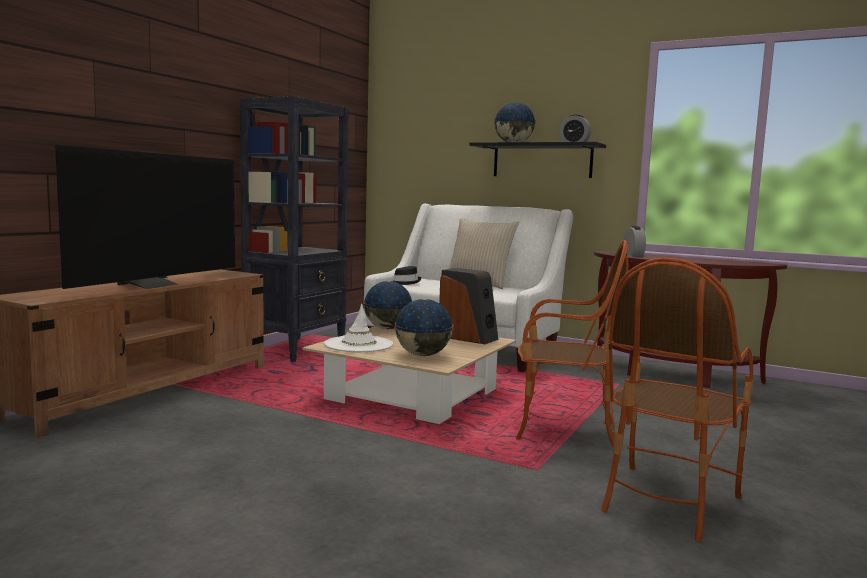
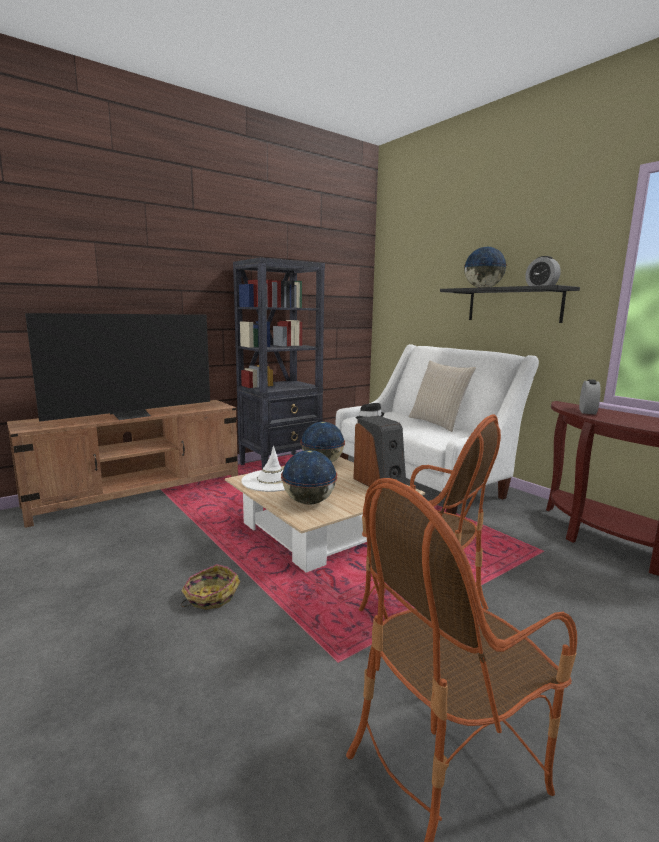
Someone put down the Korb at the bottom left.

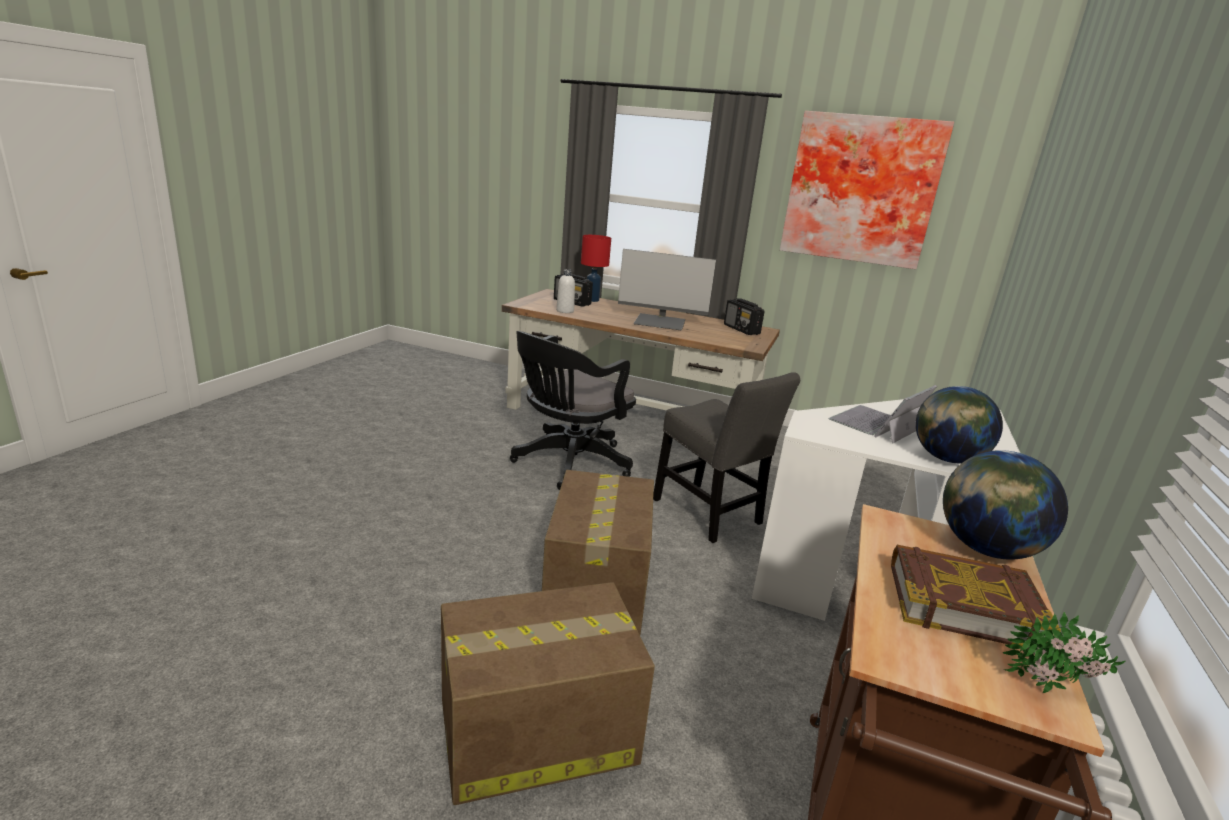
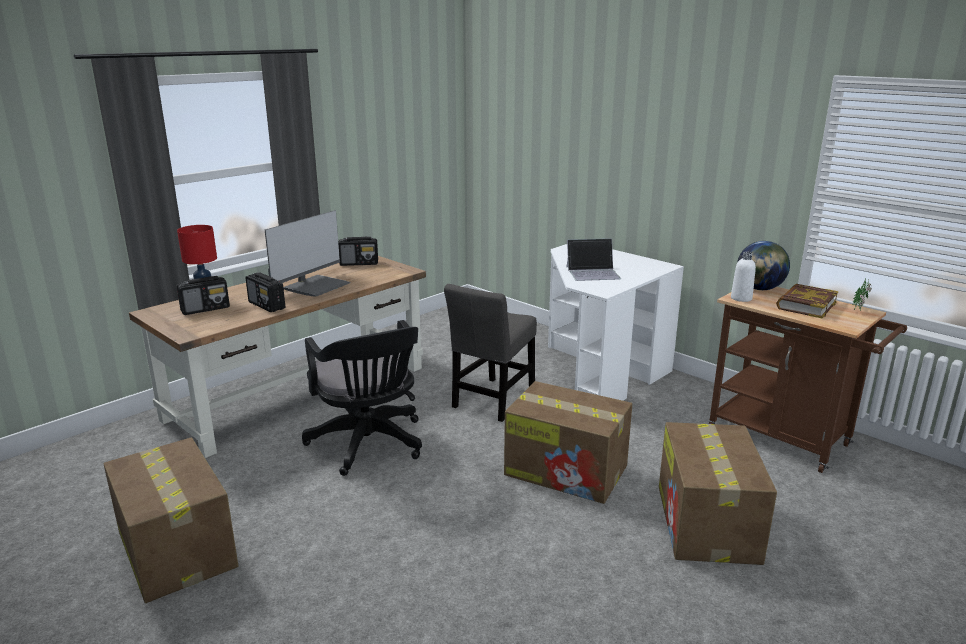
Someone took away the Bild at the top right.
Someone carried the Flasche (weiß) from the centre to the middle right.
Someone rotated the Stuhl (grau) at the centre by 135 degrees clockwise.
Someone rotated the Laptop at the middle right by 75 degrees counterclockwise.
Someone took away the Globus (1st from left) at the middle right.
Someone put down the Radio (2nd from left) at the middle left.
Someone put down the Karton (1st from left) at the bottom left.

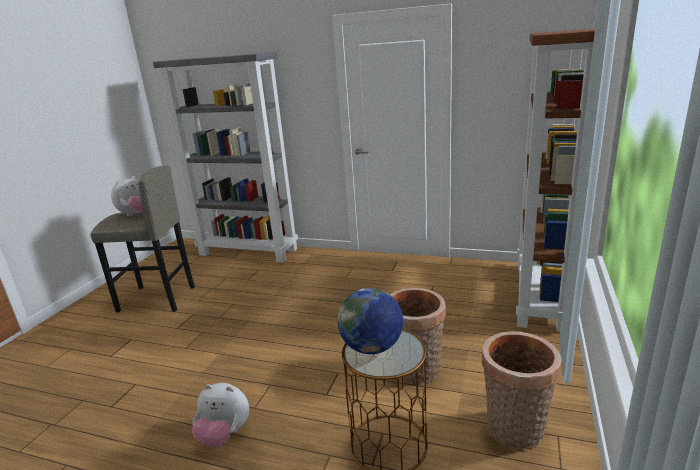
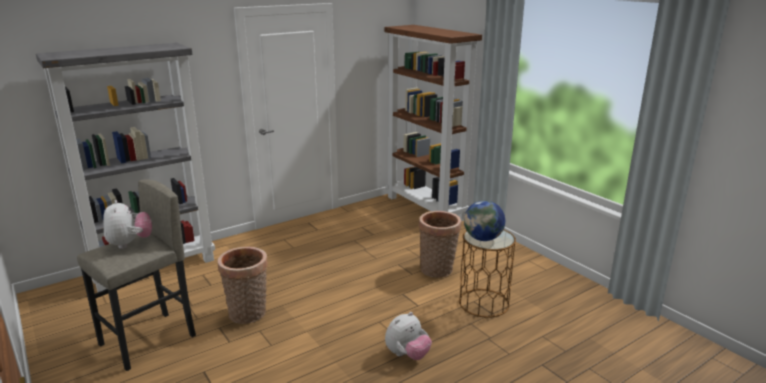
Someone carried the Korb (2nd from left in the first image) from the bottom right to the bottom left.

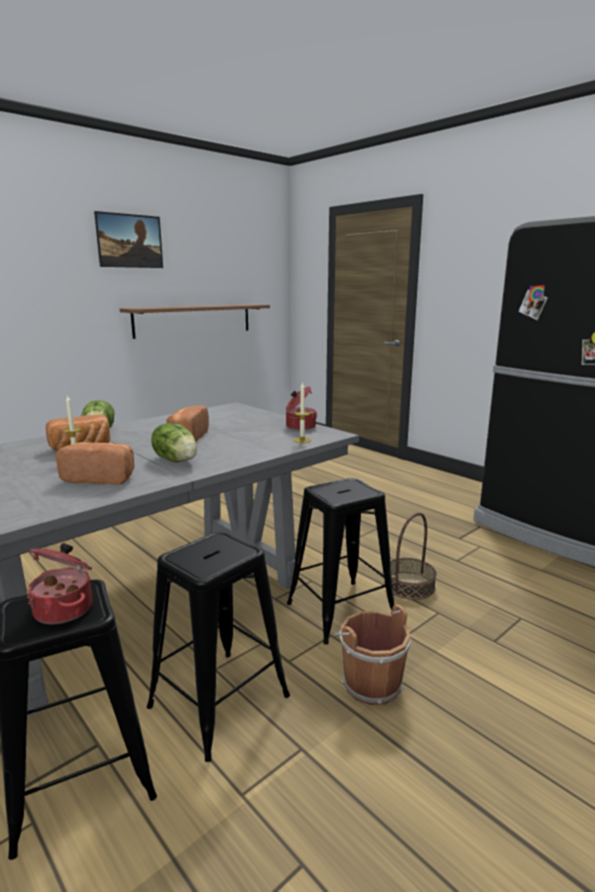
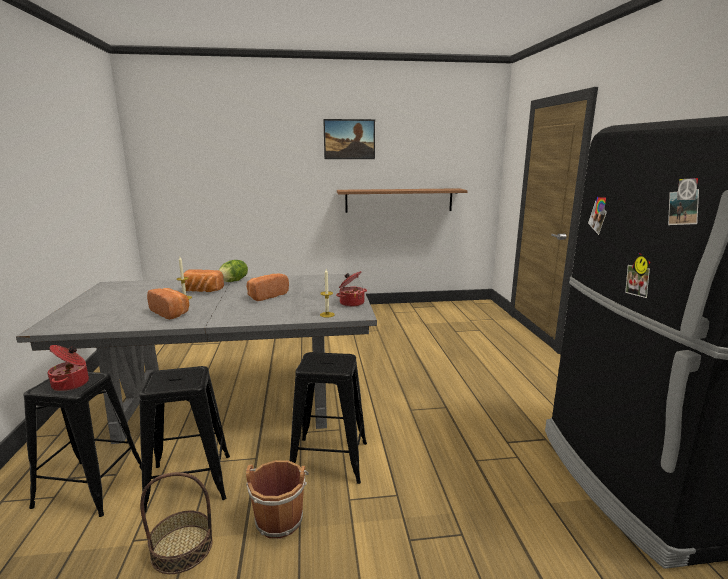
Someone took away the Salatkopf (2nd from left) at the middle left.
Someone carried the Korb from the middle right to the bottom left.

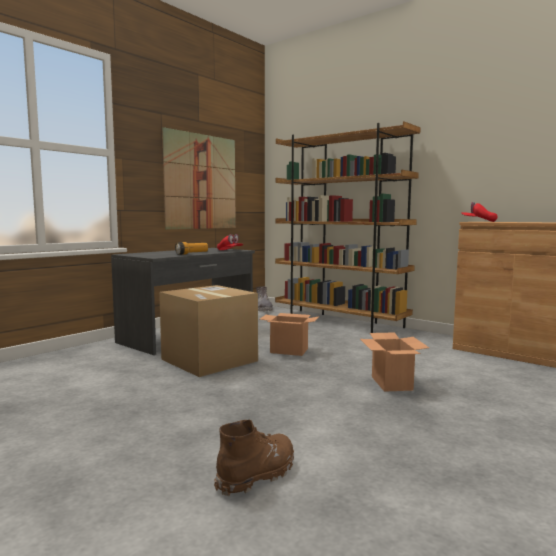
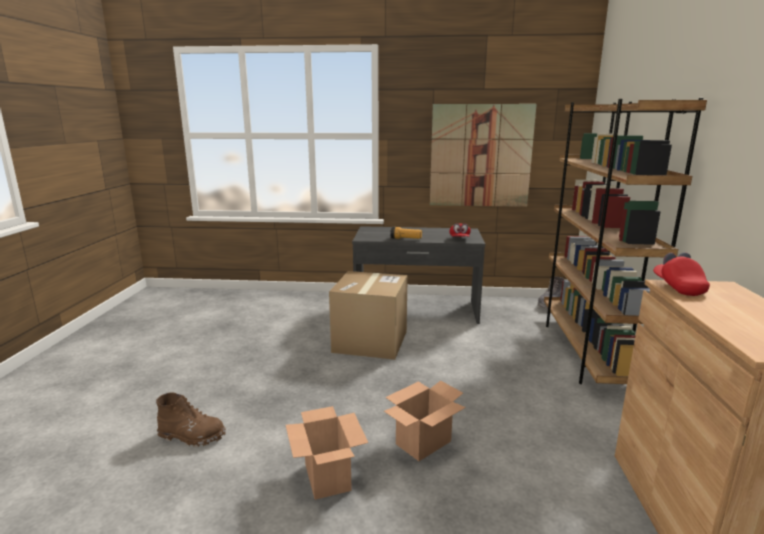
Someone carried the Karton (2nd from left in the first image) from the centre to the bottom centre.

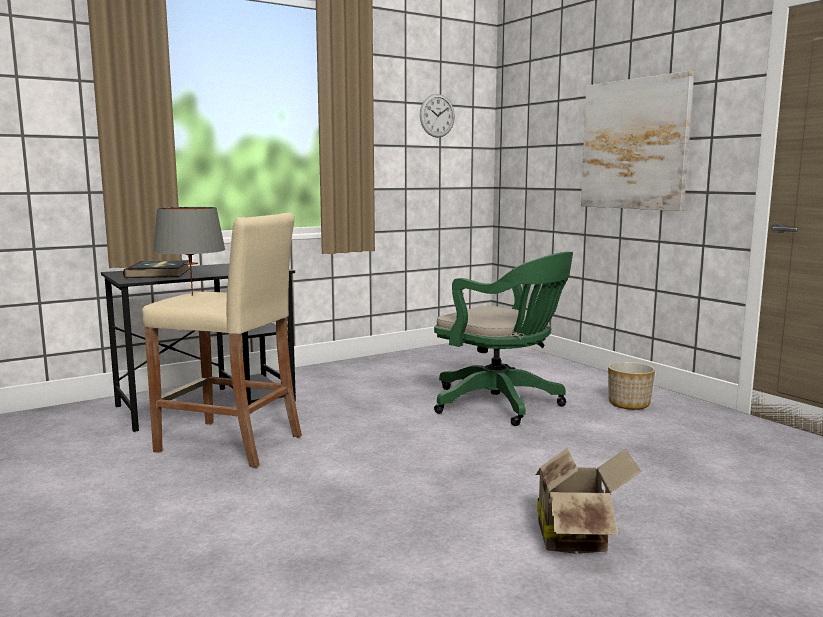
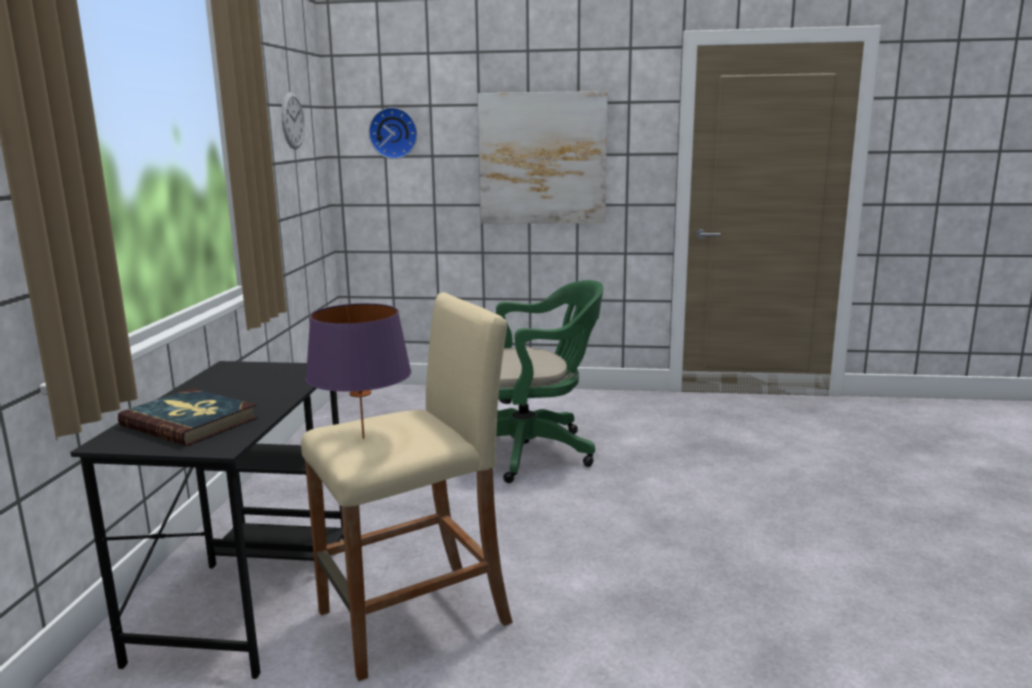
Someone repainted the Tischlampe (grau) at the middle left, which became the Tischlampe (lila) at the centre.
Someone took away the Pflanzkübel at the middle right.
Someone took away the Karton at the bottom right.
Someone put up the Wanduhr (2nd from left) at the top centre.

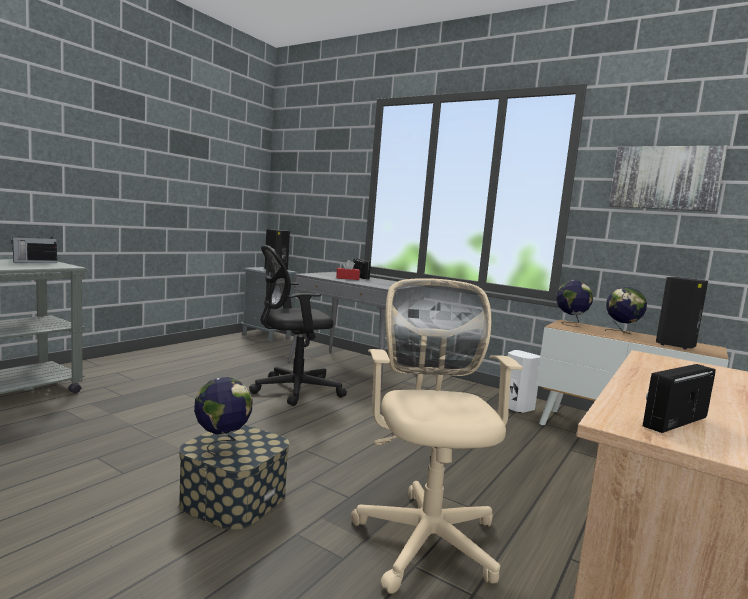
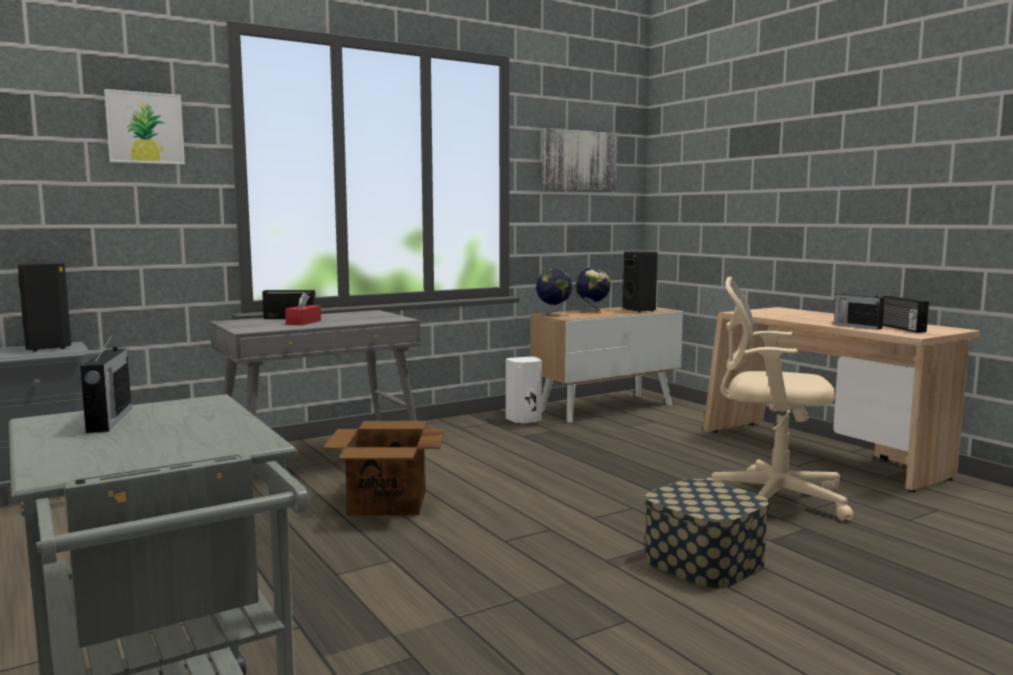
Someone swapped the Bürostuhl (schwarz) at the centre for the Karton at the bottom centre.
Someone took away the Globus (1st from left) at the bottom left.
Someone put up the Bild (1st from left) at the top left.
Someone put down the Radio (3rd from left) at the middle right.

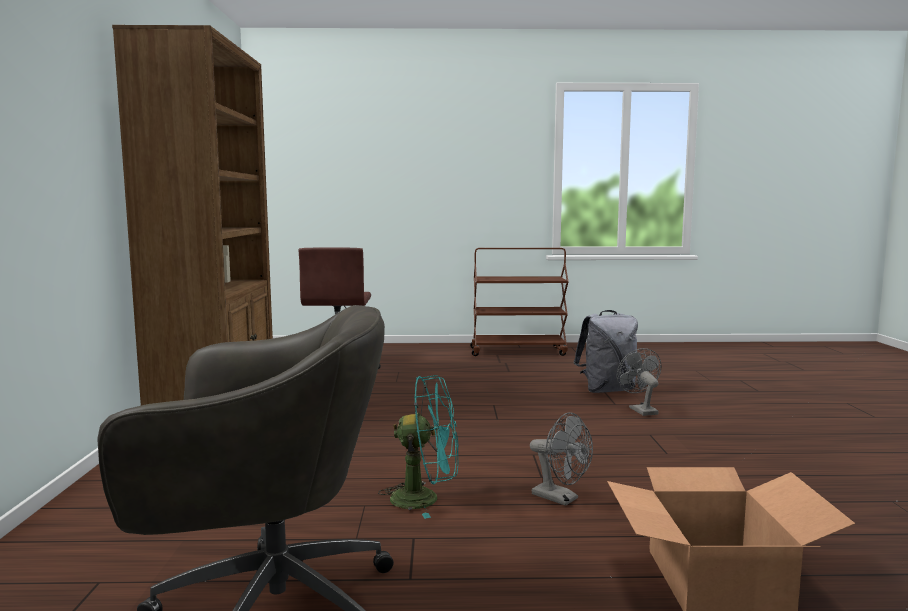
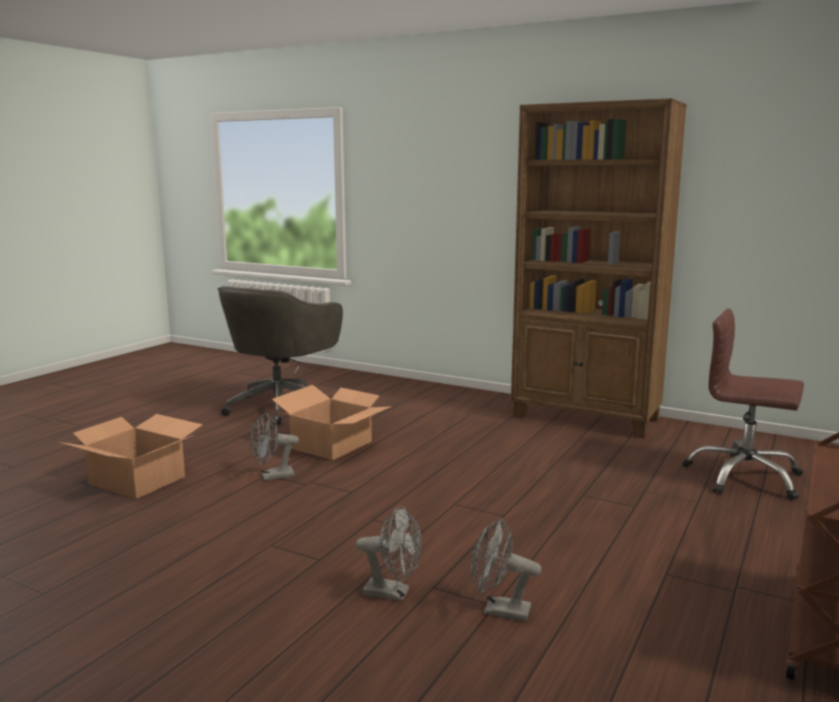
Someone swapped the Rucksack (grau) at the middle right for the Ventilator (grau) (3rd from left) at the bottom centre.
Someone swapped the Ventilator (türkis) at the bottom centre for the Karton (2nd from left) at the centre.

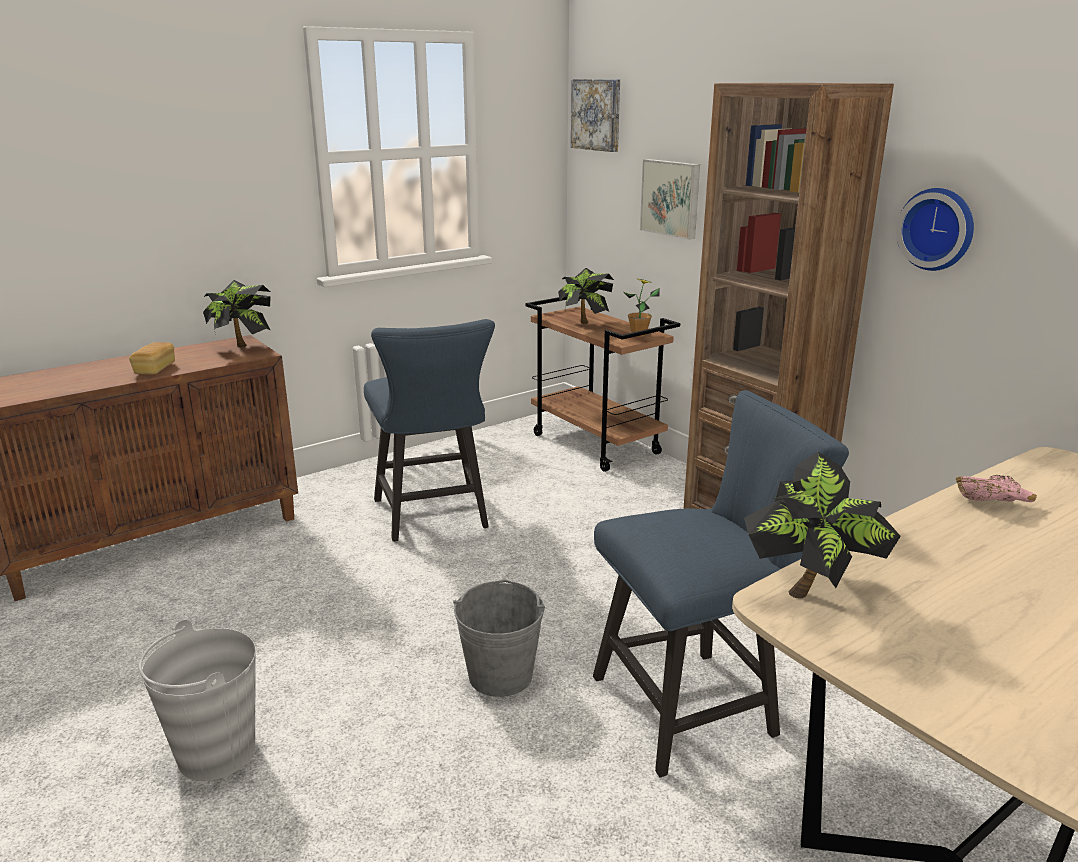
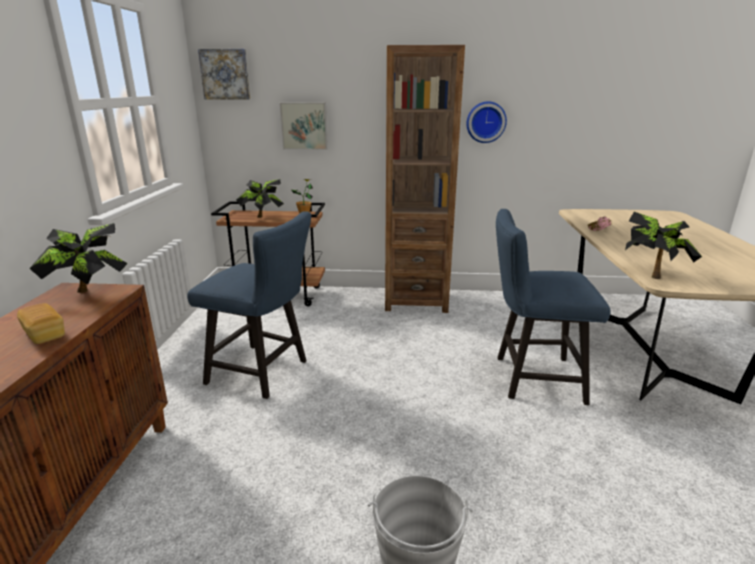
Someone rotated the Stuhl (blau) (2nd from left) at the bottom right by 105 degrees counterclockwise.
Someone took away the Eimer (grau) (2nd from left) at the bottom centre.

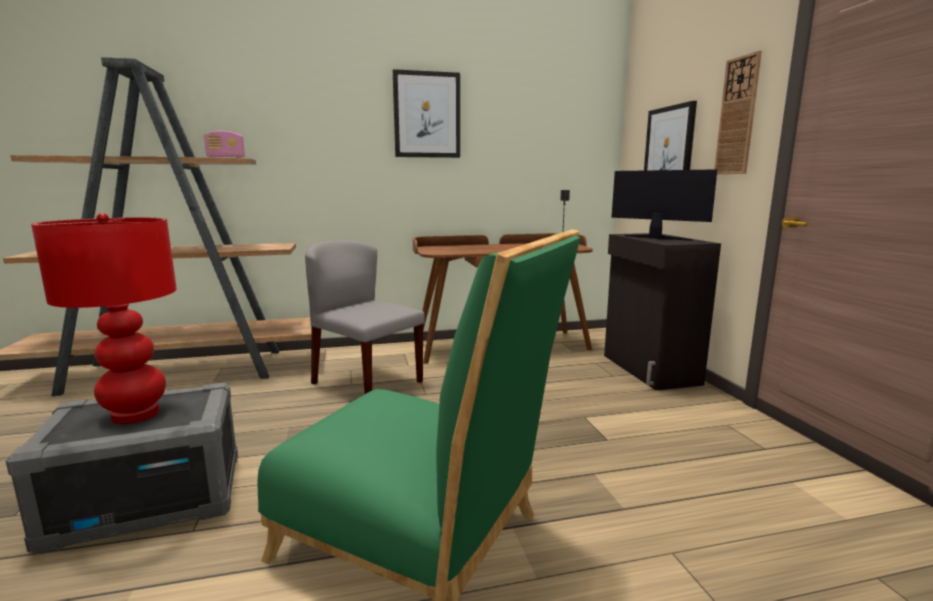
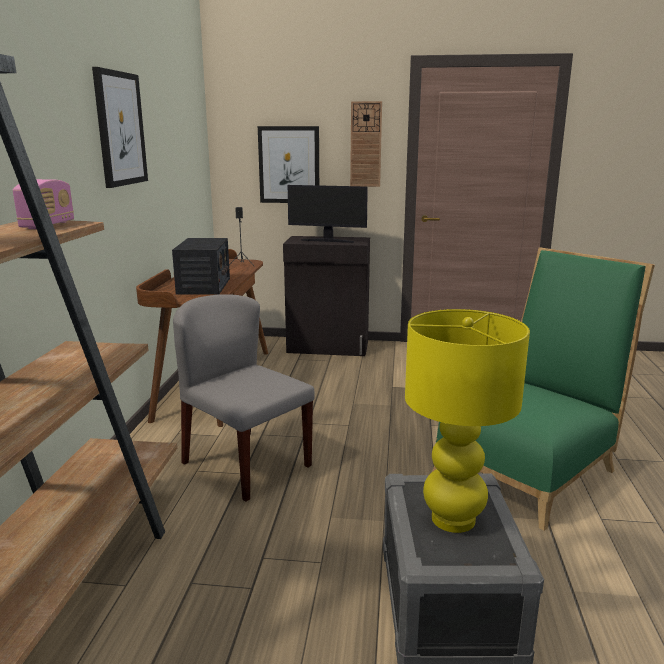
Someone rotated the Monitor at the middle right by 135 degrees counterclockwise.
Someone repainted the Tischlampe (rot) at the middle left, which became the Tischlampe (gelb) at the middle right.
Someone rotated the Stuhl (grau) at the centre by 75 degrees clockwise.
Someone put down the Radio (2nd from left) at the middle left.

